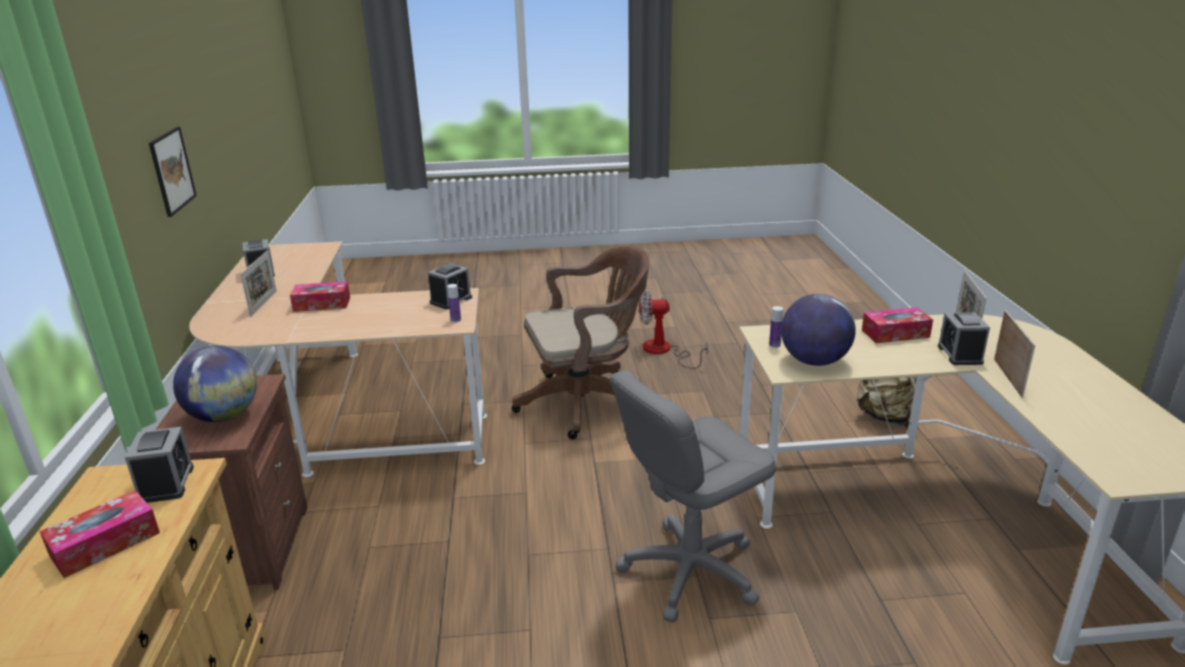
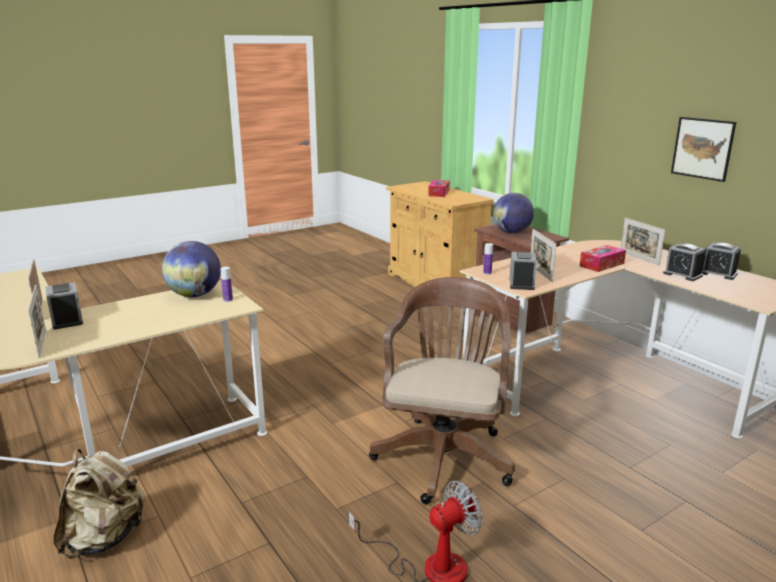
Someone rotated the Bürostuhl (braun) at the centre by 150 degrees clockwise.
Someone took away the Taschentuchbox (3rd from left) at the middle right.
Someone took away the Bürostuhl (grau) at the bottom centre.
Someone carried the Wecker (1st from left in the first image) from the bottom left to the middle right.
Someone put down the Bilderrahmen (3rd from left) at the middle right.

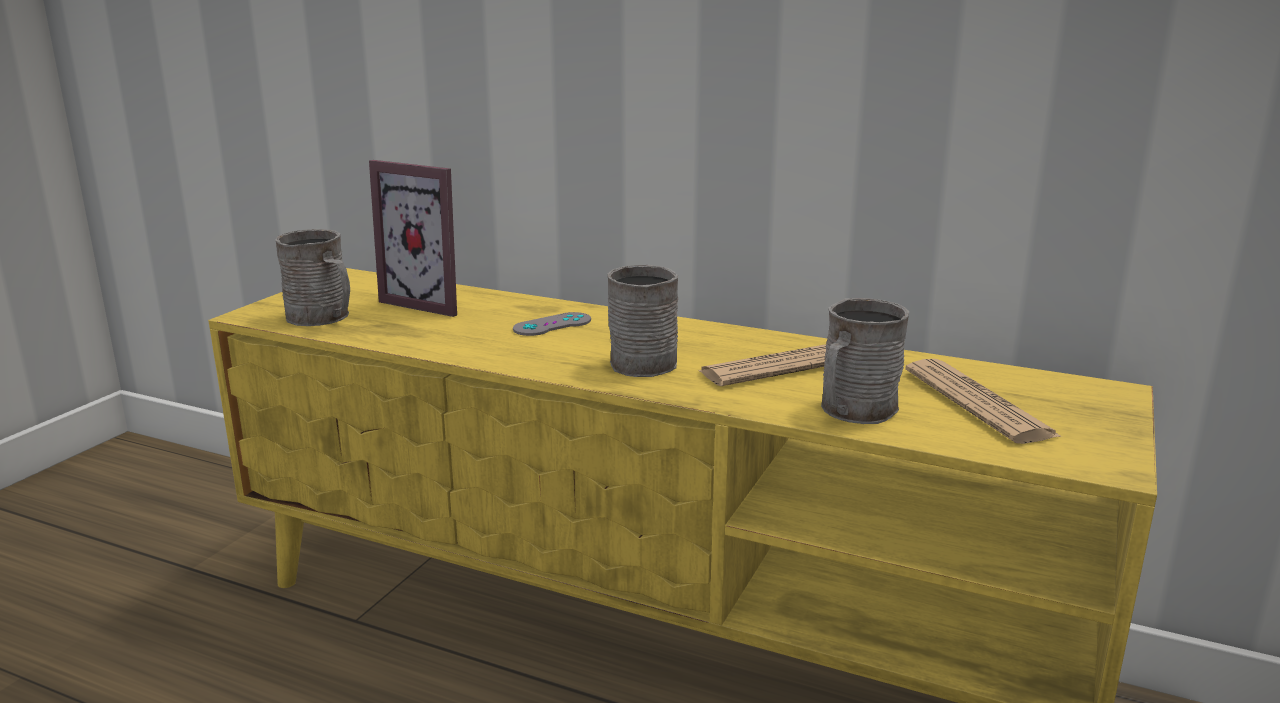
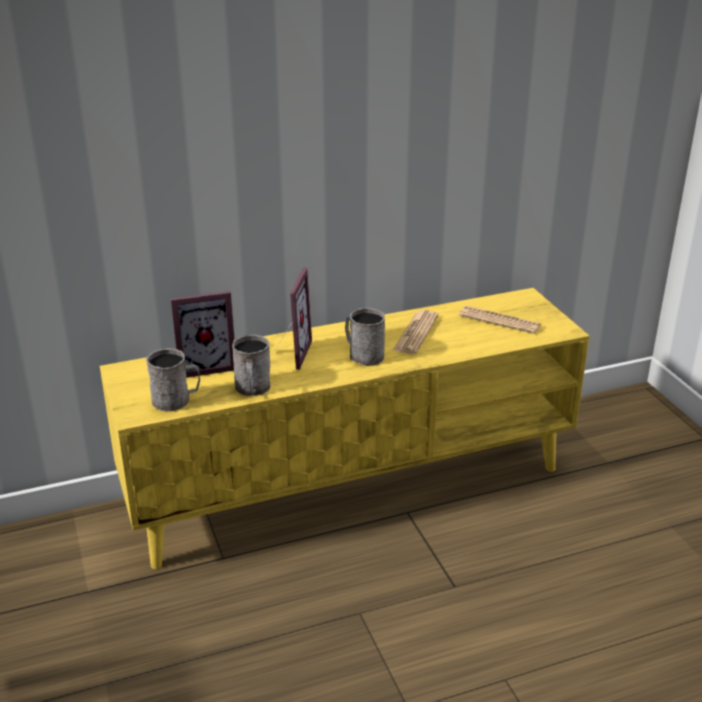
Someone carried the Henkelbecher (grau) (3rd from left in the first image) from the middle right to the centre.
Someone swapped the Gamepad (grau) at the centre for the Bilderrahmen (2nd from left) at the centre.

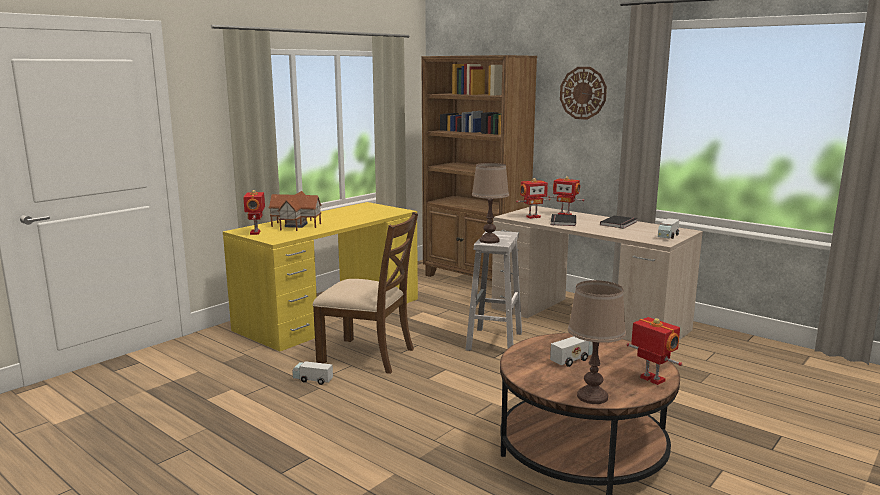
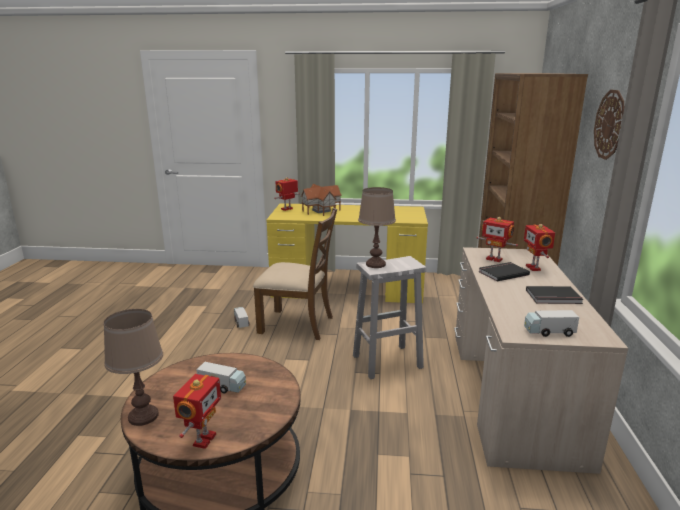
Someone rotated the Stuhl (braun) at the centre by 60 degrees counterclockwise.

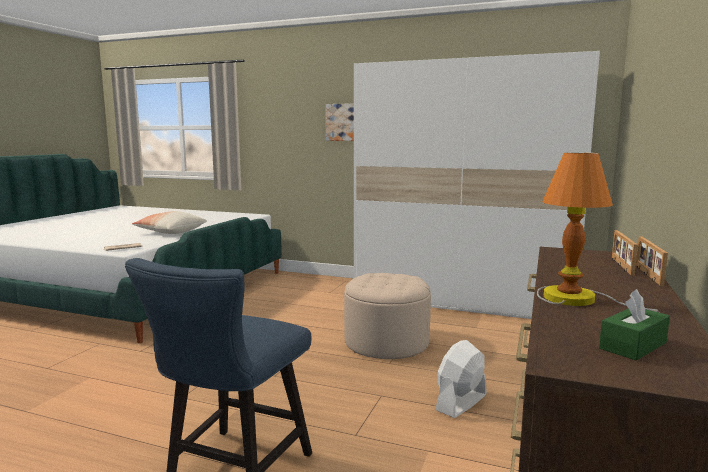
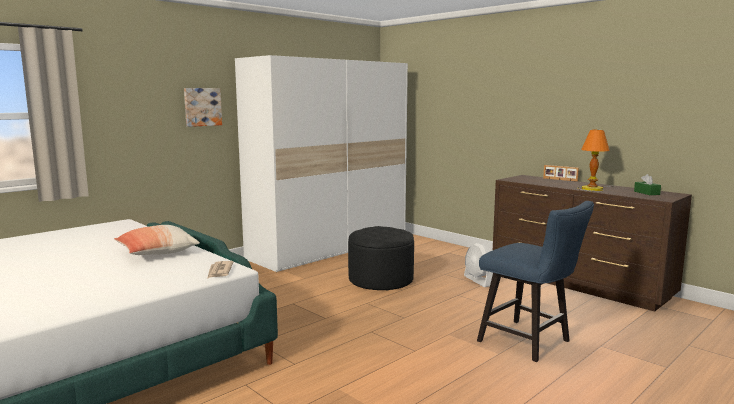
Someone took away the Bilderrahmen (1st from left) at the middle right.
Someone repainted the Polsterhocker (beige) at the bottom centre, which became the Polsterhocker (schwarz) at the centre.

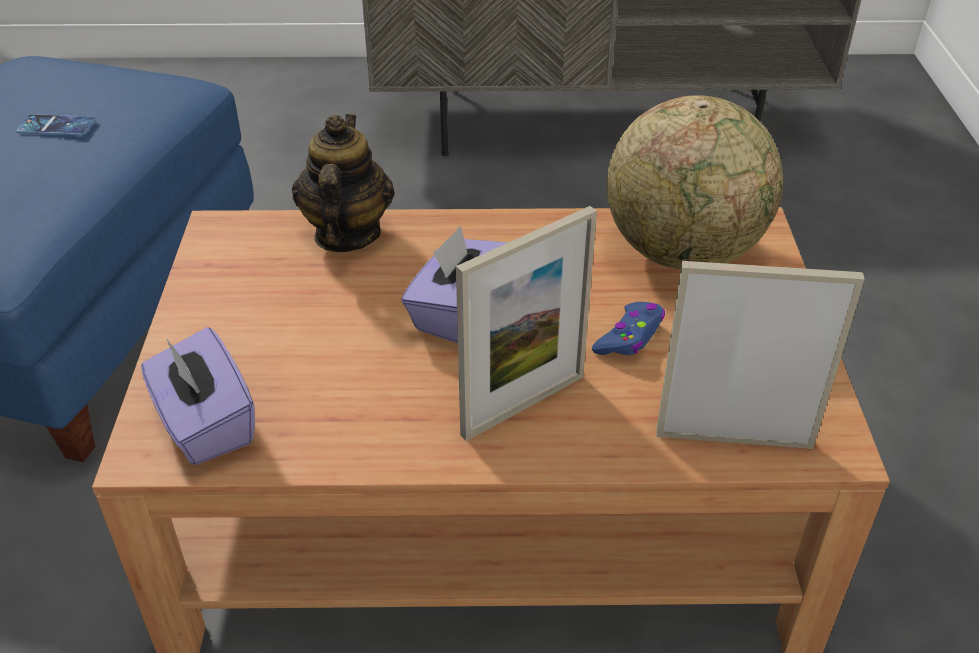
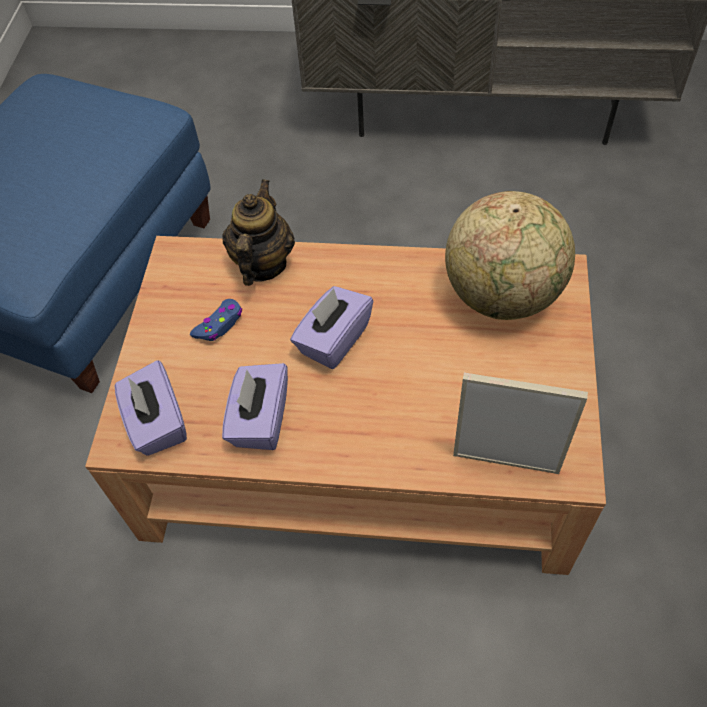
Someone took away the Handy at the top left.
Someone took away the Bilderrahmen (1st from left) at the centre.
Someone carried the Gamepad (blau) from the centre to the middle left.
Someone put down the Taschentuchbox (lila) (2nd from left) at the centre.

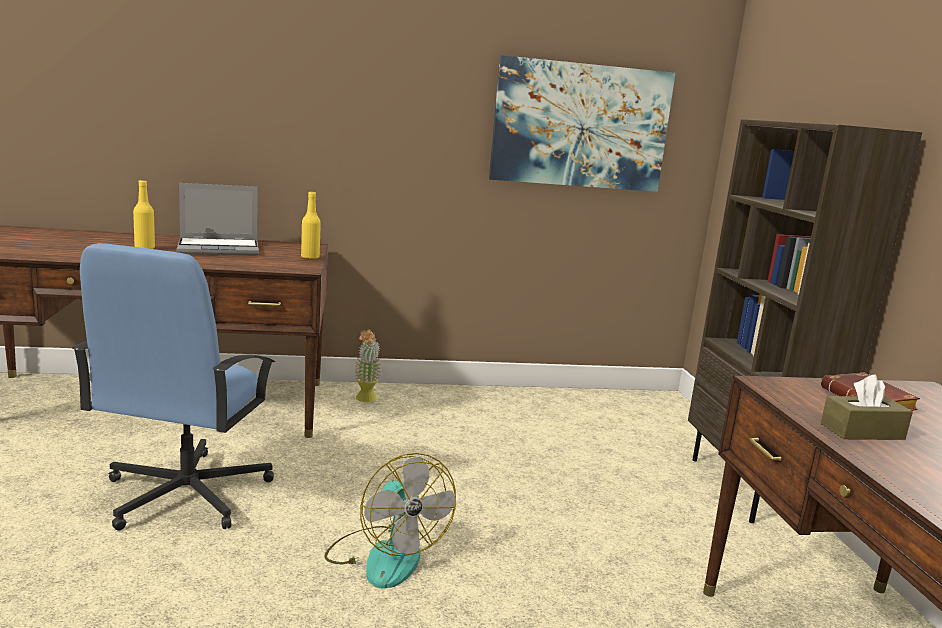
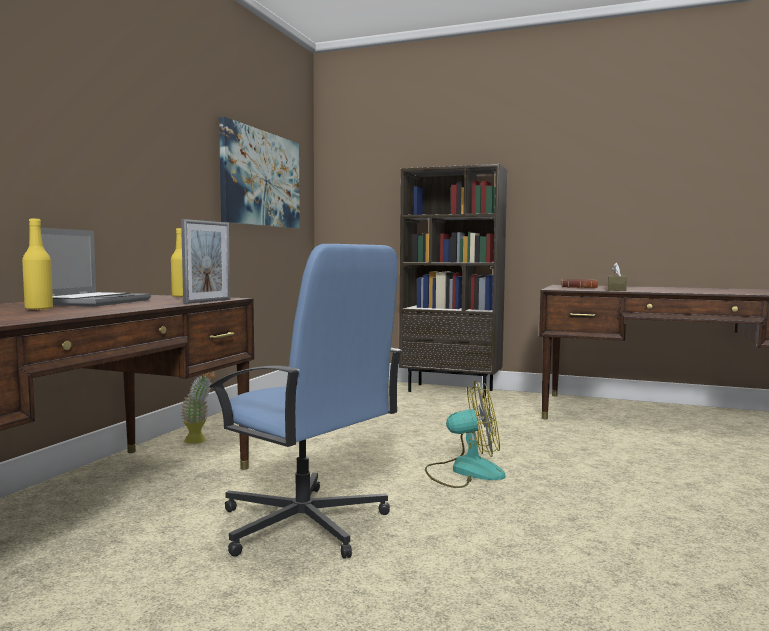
Someone put down the Bilderrahmen at the middle left.

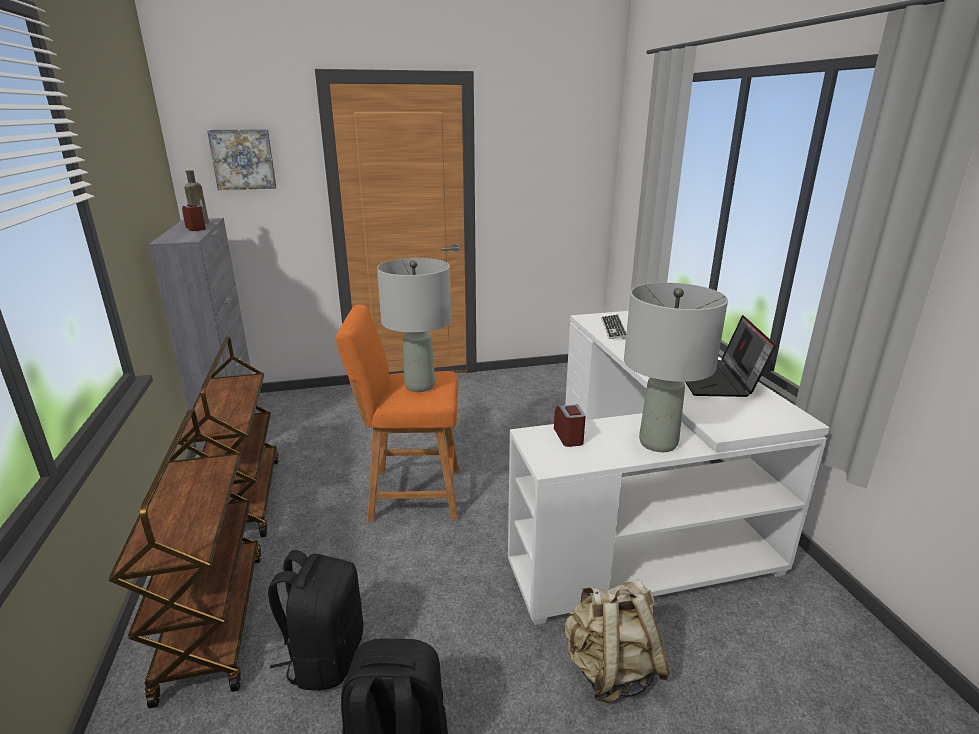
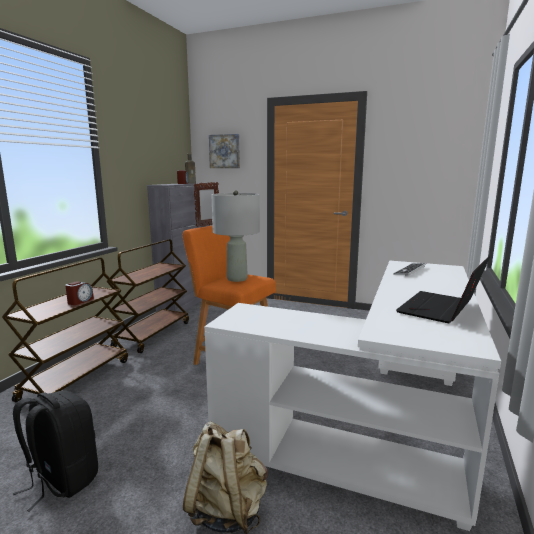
Someone took away the Tischlampe (grau) (2nd from left) at the middle right.
Someone carried the Wecker (2nd from left in the first image) from the centre to the middle left.
Someone took away the Rucksack (schwarz) (1st from left) at the bottom left.
Someone put down the Bilderrahmen at the centre.

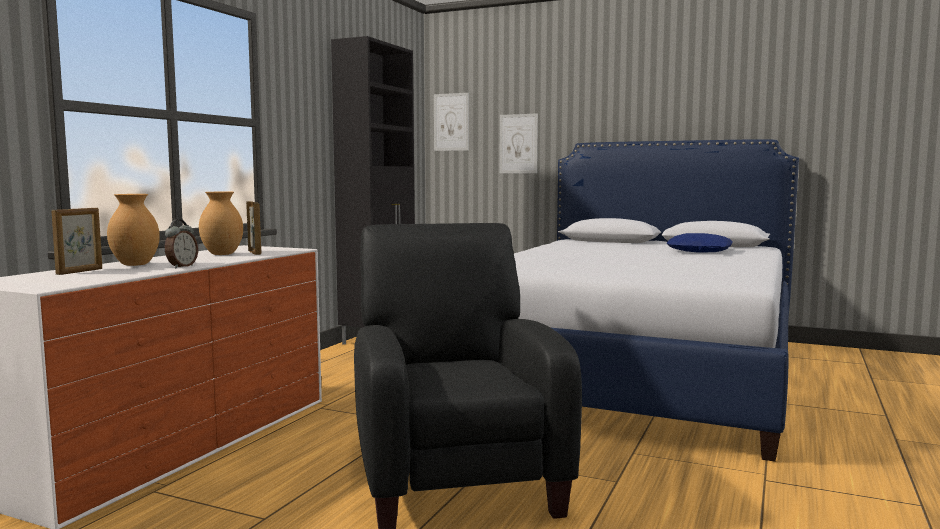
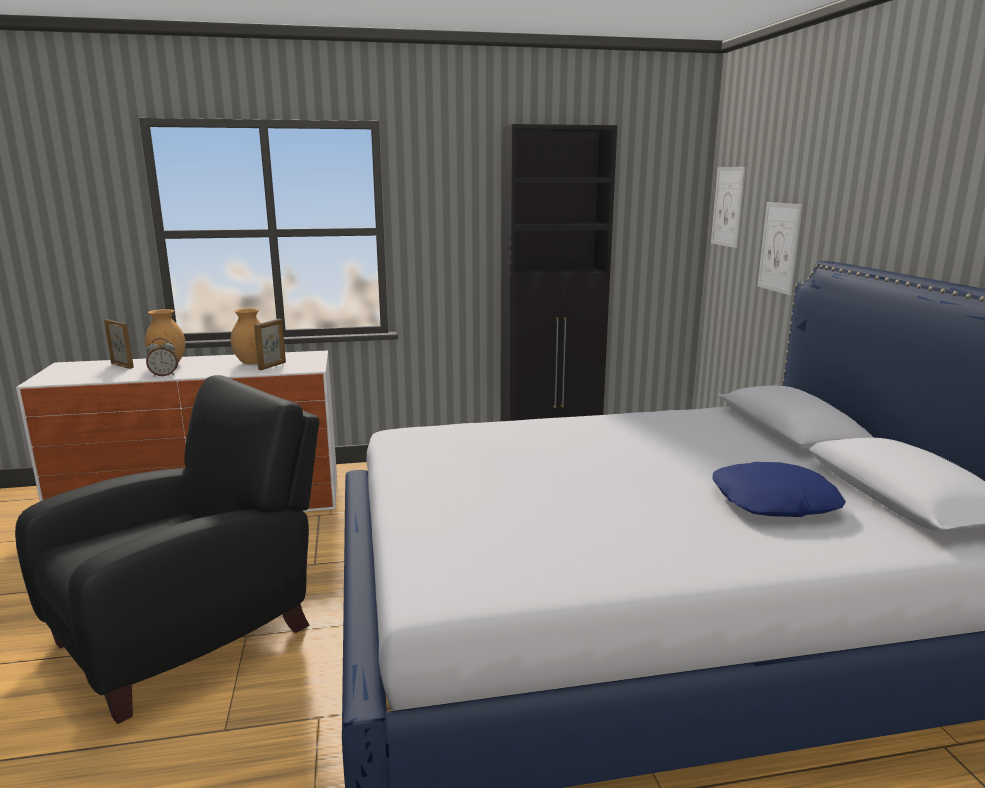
Someone rotated the Bilderrahmen (1st from left) at the middle left by 135 degrees counterclockwise.

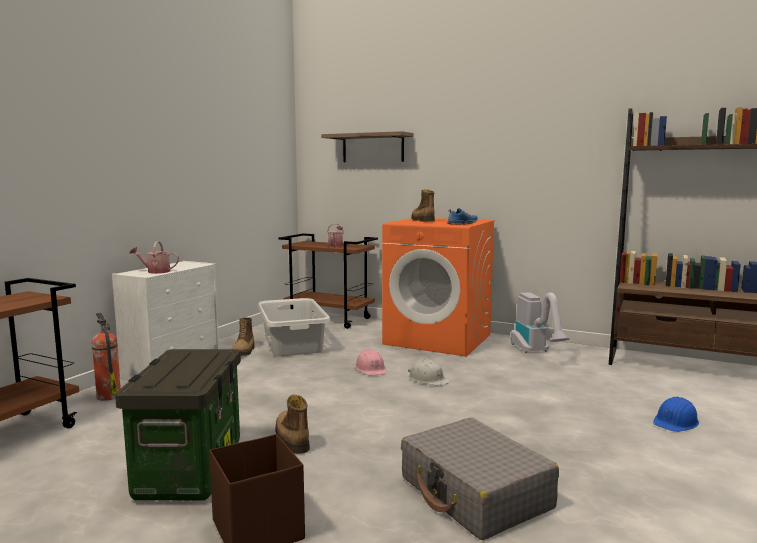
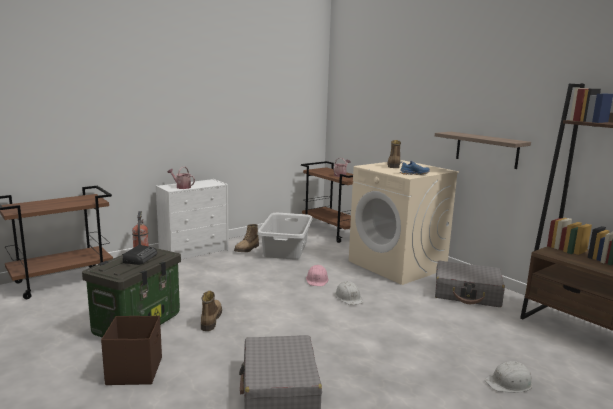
Someone carried the Wandregal from the top centre to the middle right.
Someone repainted the Waschmaschine (orange) at the centre, which became the Waschmaschine (beige) at the centre.
Someone swapped the Staubsauger at the middle right for the Koffer (grau) (2nd from left) at the bottom right.
Someone repainted the Schutzhelm (blau) at the bottom right, which became the Schutzhelm (weiß) (2nd from left) at the bottom right.
Someone put down the Radio at the middle left.

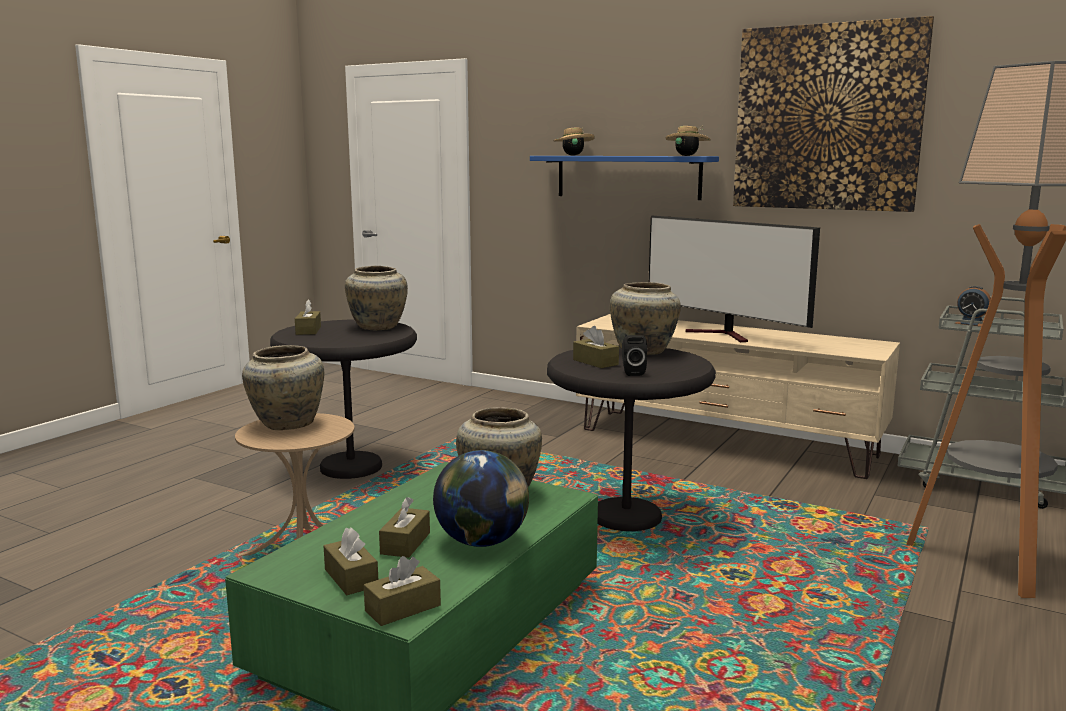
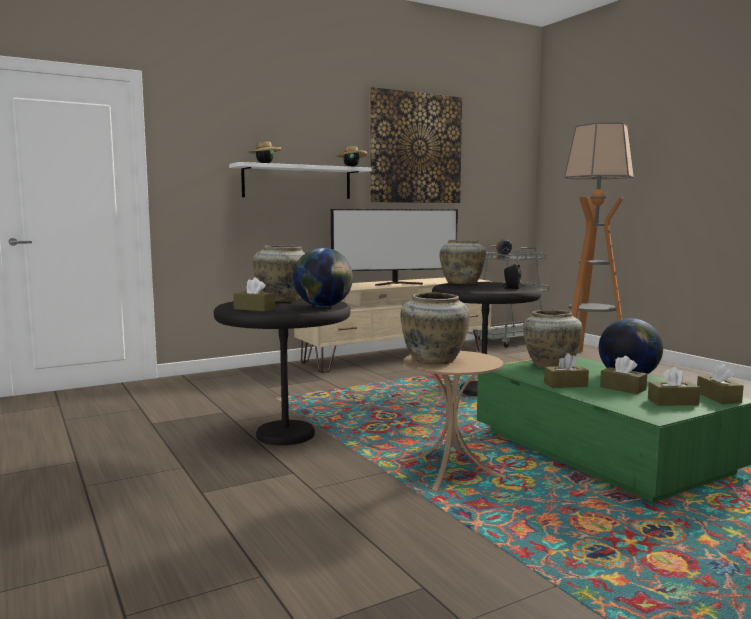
Someone repainted the Wandregal (blau) at the top centre, which became the Wandregal (weiß) at the top centre.
Someone carried the Taschentuchbox (braun) (5th from left in the first image) from the centre to the middle right.
Someone put down the Globus (1st from left) at the centre.

